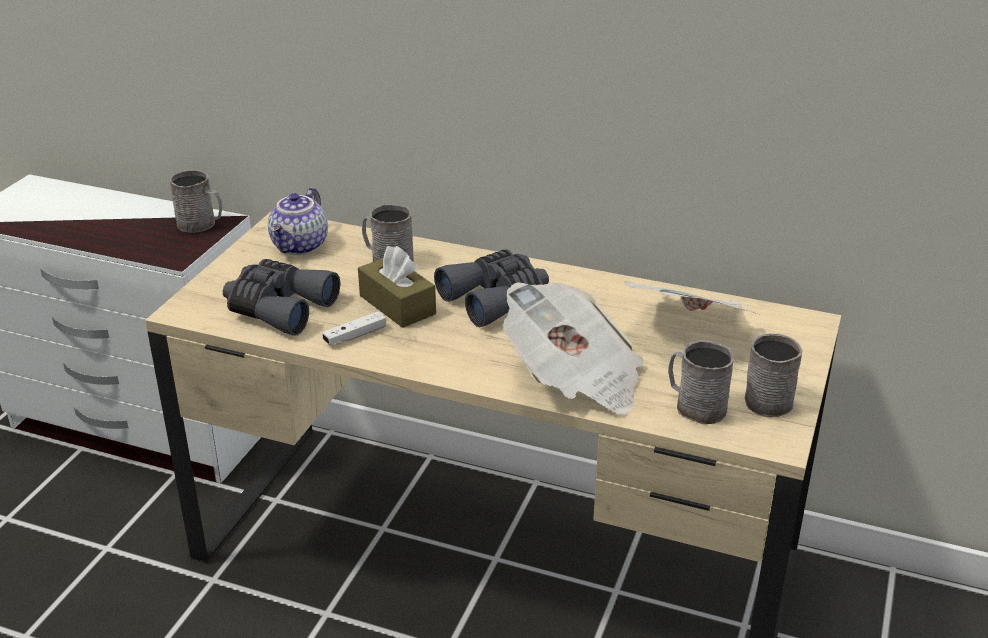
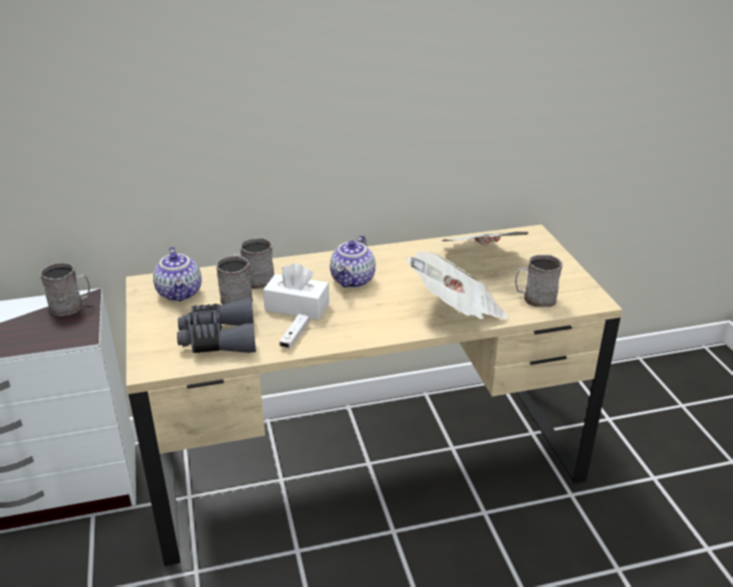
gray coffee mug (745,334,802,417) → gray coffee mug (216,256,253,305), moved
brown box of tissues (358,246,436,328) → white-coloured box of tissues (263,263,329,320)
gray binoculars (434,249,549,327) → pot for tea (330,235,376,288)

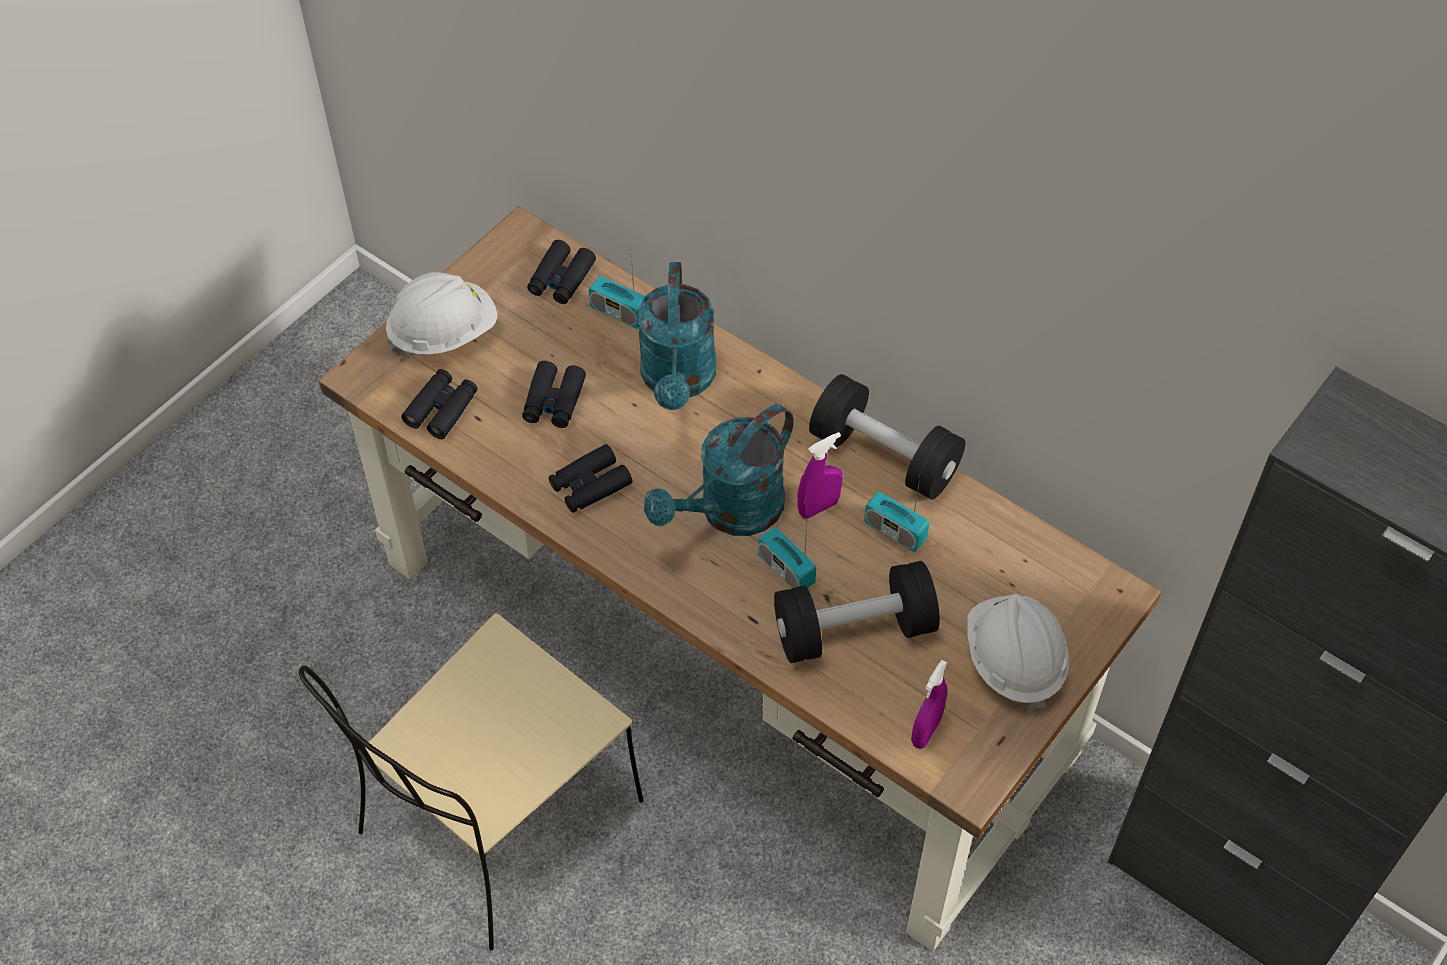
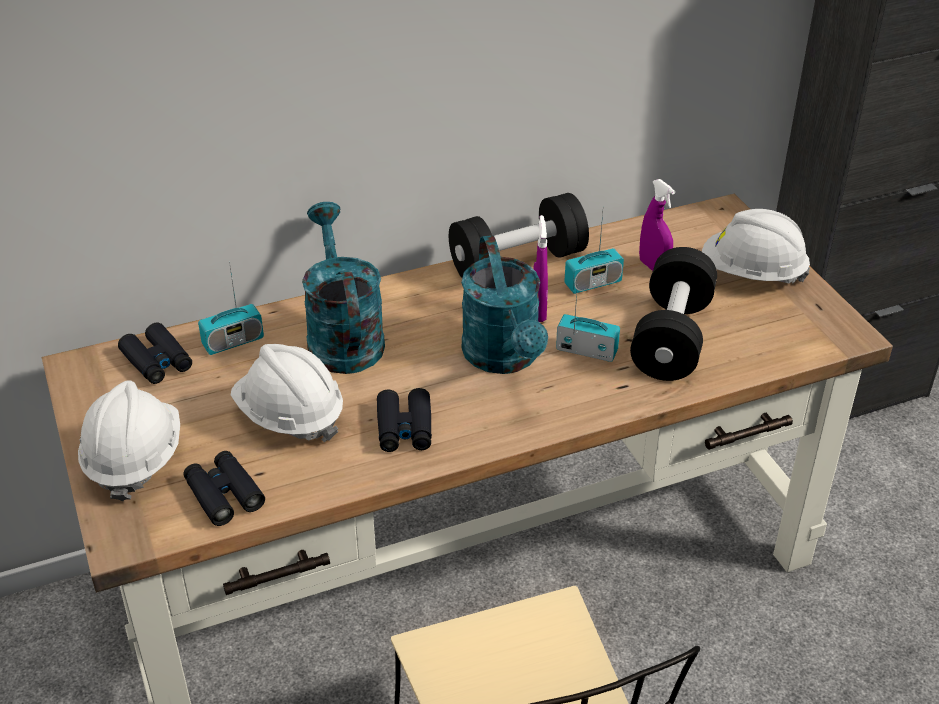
blackish binoculars (522,361,586,428) → white-coloured work helmet (231,344,343,442)
turquoise-coloured sprinkling can (637,262,716,410) → turquoise-coloured sprinkling can (302,202,385,374), 135 degrees counterclockwise
radio set (758,526,816,588) → radio set (556,294,620,362), 150 degrees counterclockwise
purplish sprayer (911,660,948,749) → purplish sprayer (639,179,675,271), moved

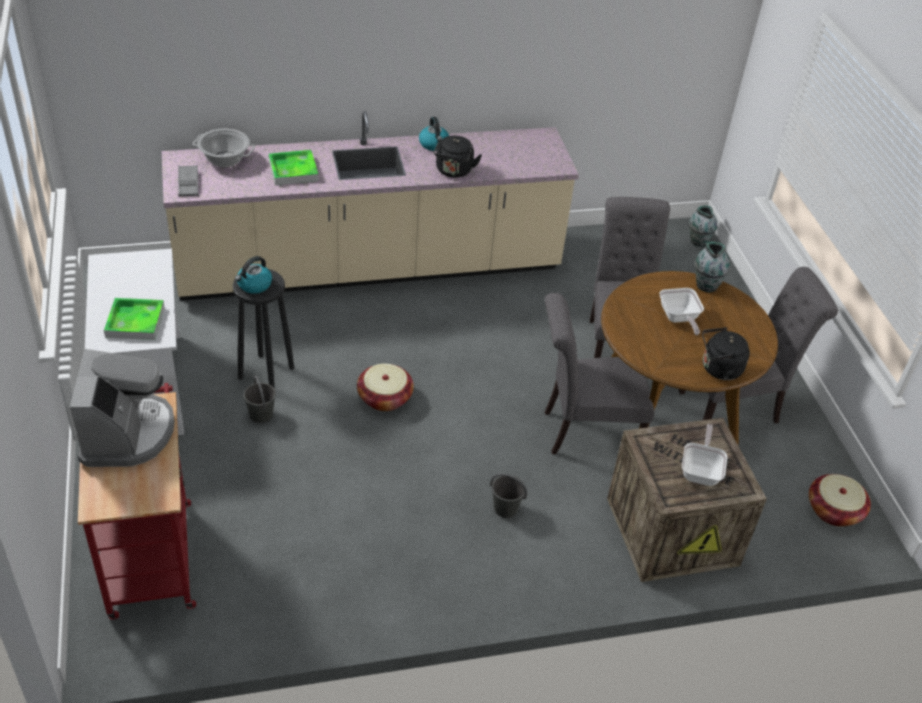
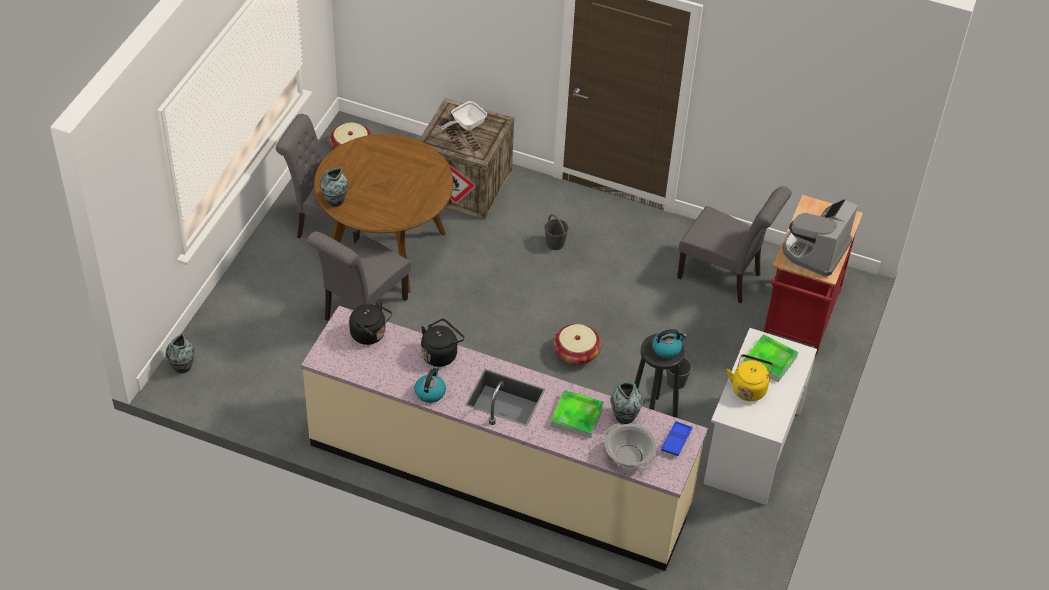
blackish water kettle (702,327,750,380) → blackish water kettle (349,303,392,345), moved
- → vase (610,381,643,424)
gray tray (178,165,199,196) → bluish tray (661,421,692,456)
gray chair (545,293,655,454) → gray chair (677,186,792,303), moved
- → yellow water kettle (727,354,774,401)
skillet (659,288,704,335) → -

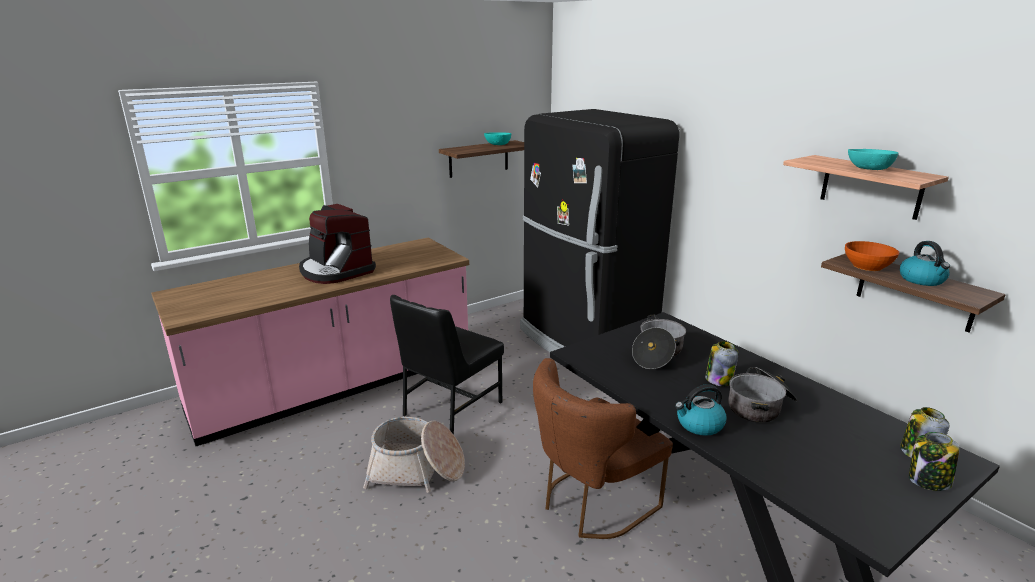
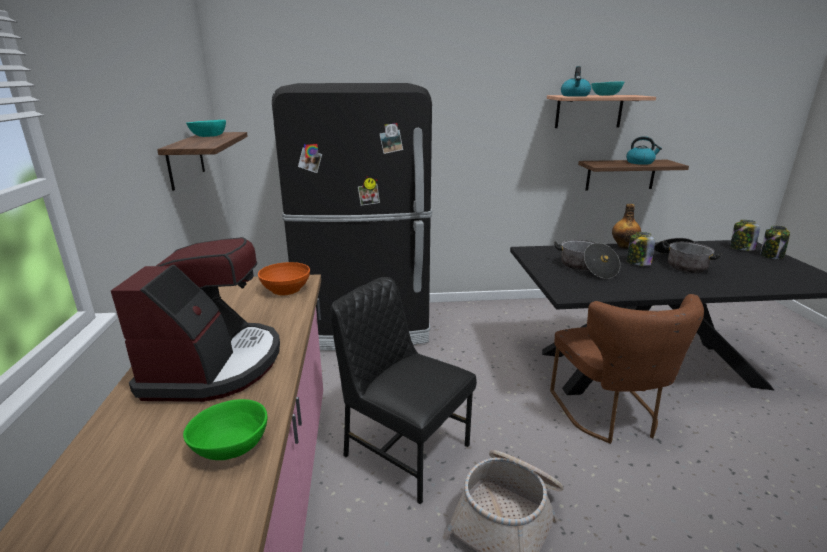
coffee maker (299,204,376,284) → coffee maker (111,237,280,402), 75 degrees counterclockwise
- → greenish bowl (183,399,267,460)
orange-coloured bowl (845,241,899,271) → orange-coloured bowl (258,262,310,295), moved
blackish chair (390,295,504,435) → blackish chair (330,277,477,505), 150 degrees clockwise
water kettle (675,384,727,436) → water kettle (561,66,591,97), moved
- → bottle (612,204,641,249)

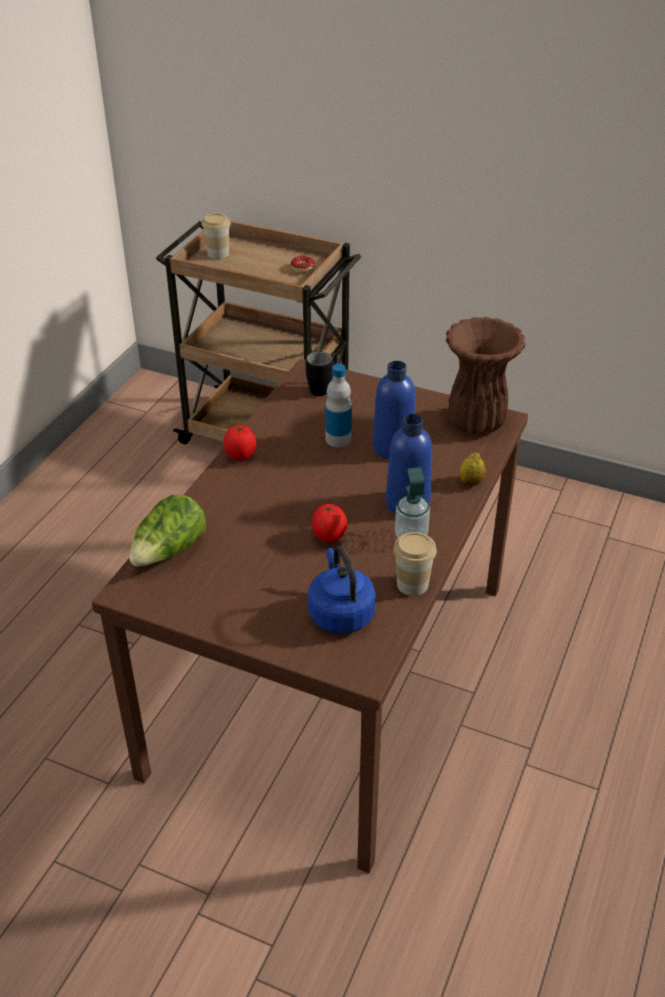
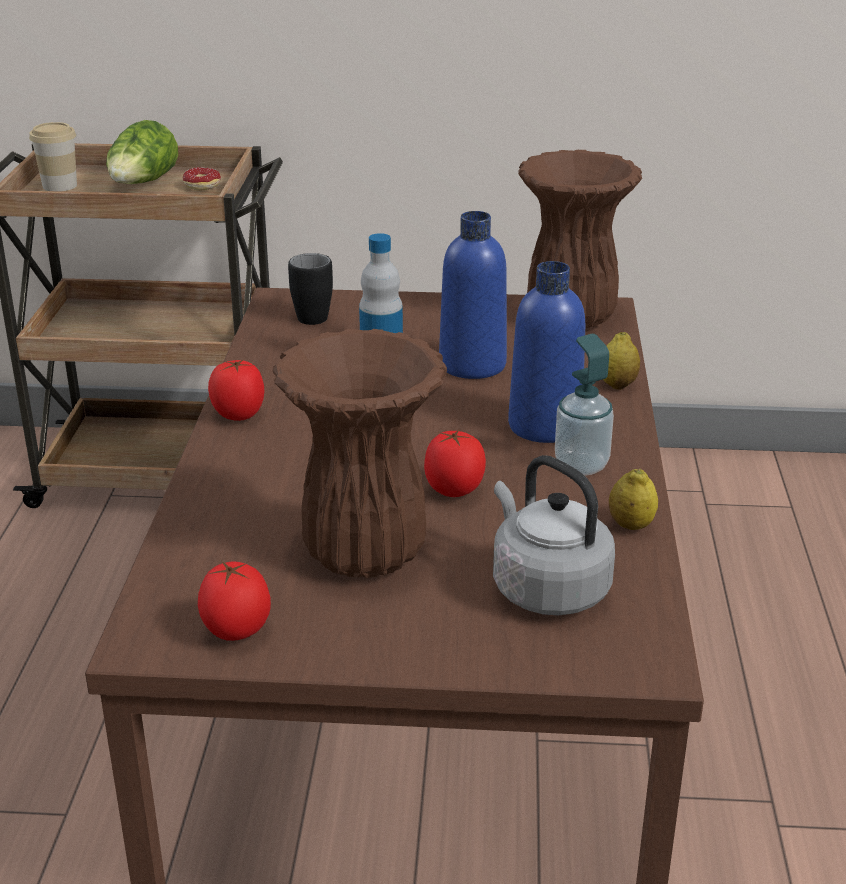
head of lettuce (129,495,206,567) → head of lettuce (106,120,178,184), moved
- → fresh tomato (198,561,271,641)
- → brown vase (273,329,447,578)
bluish water kettle (308,546,376,634) → gray water kettle (493,455,615,615)
cup (393,532,437,596) → whole lemon (609,469,658,530)

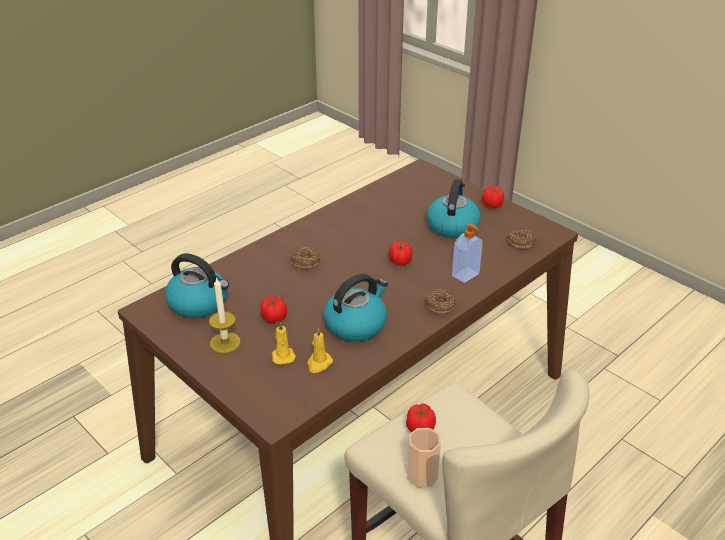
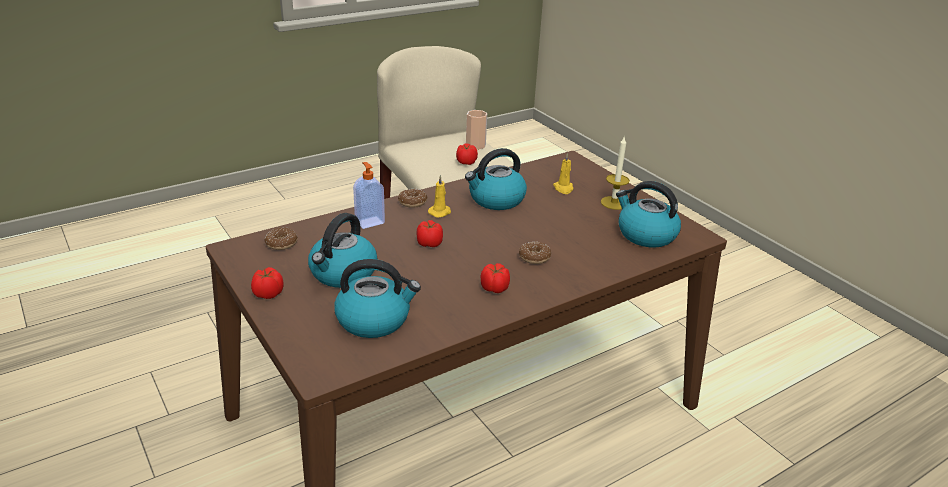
- → water kettle (334,259,421,338)
yellow candle (307,328,333,373) → yellow candle (428,175,451,218), moved
fresh tomato (260,296,287,323) → fresh tomato (481,263,510,293), moved

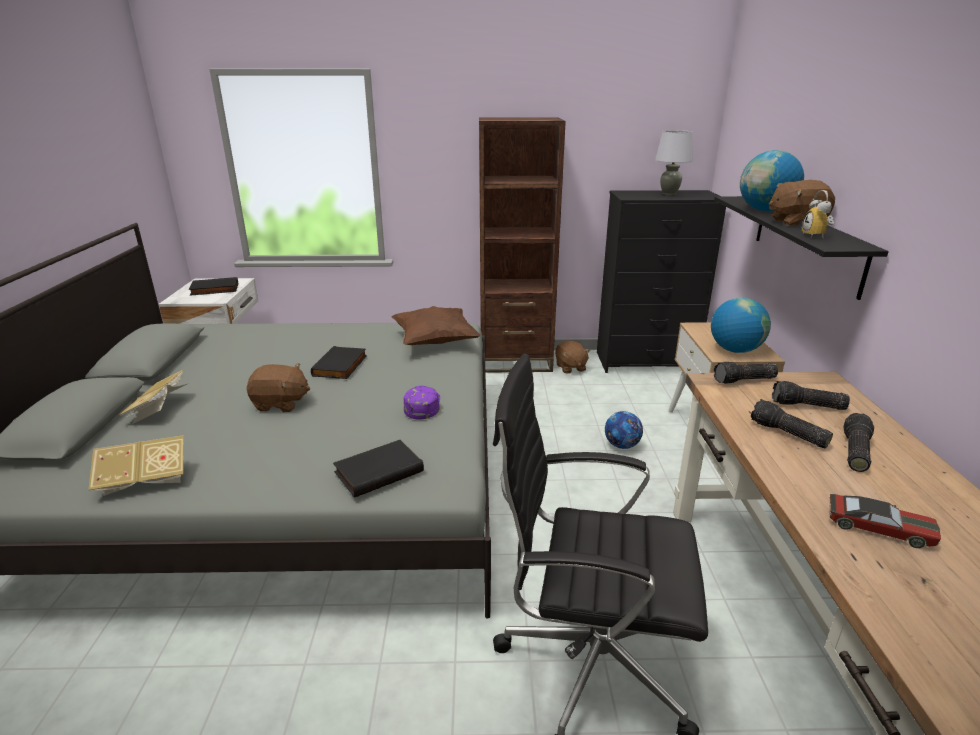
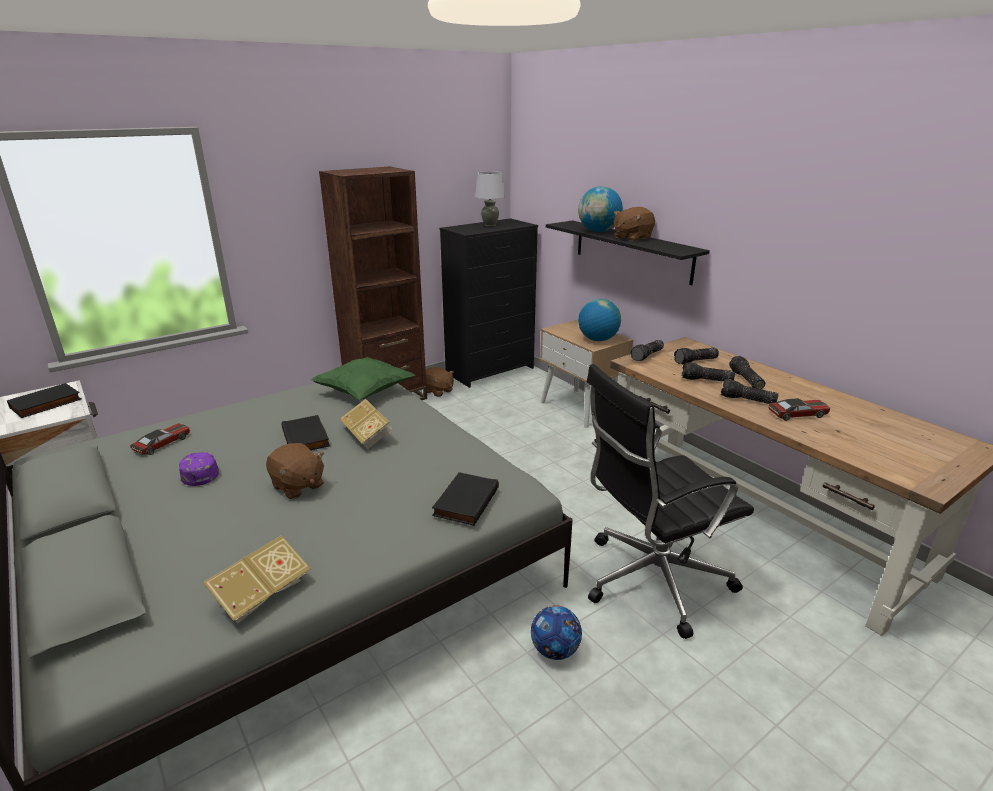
- → model car (130,423,190,455)
purplish cap (404,385,440,419) → purplish cap (179,452,219,486), moved
brown plush toy (247,363,310,412) → brown plush toy (266,443,324,499), 75 degrees clockwise
brown throw pillow (391,306,481,345) → greenish throw pillow (311,357,415,400)
volume (118,369,189,424) → volume (340,399,393,450), moved
football ball (605,411,643,449) → football ball (531,605,582,660), moved
- → hand torch (720,379,779,404)
bedside clock (802,190,834,238) → -

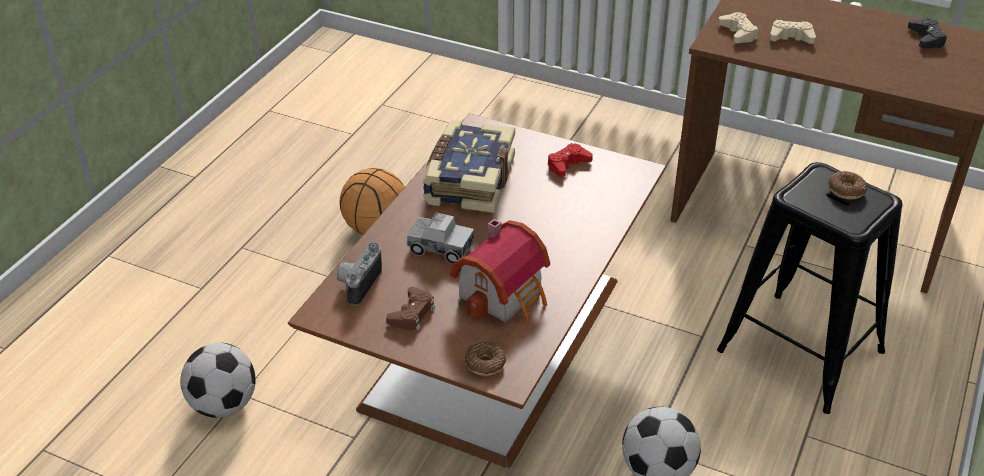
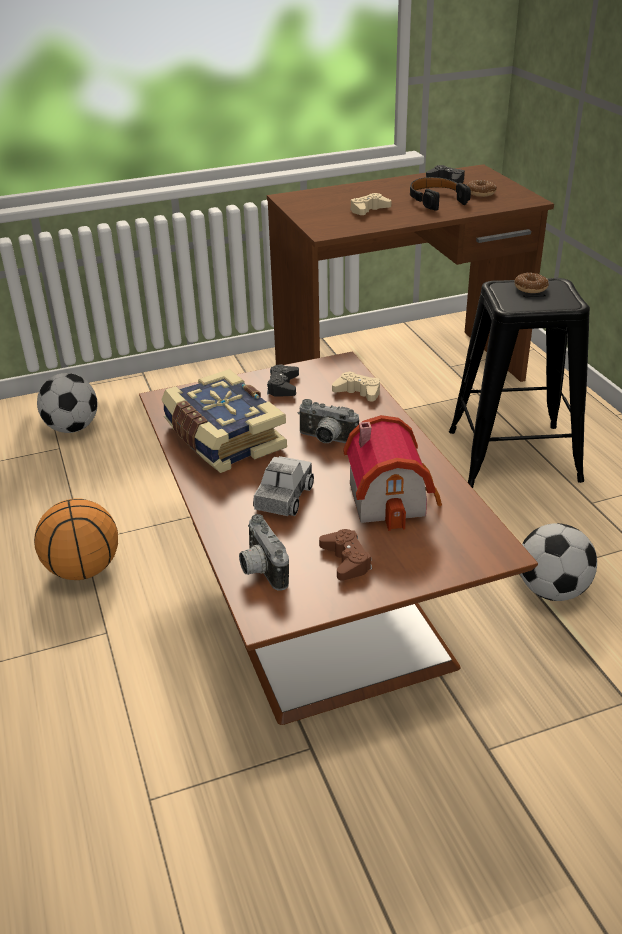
football ball (181,343,256,418) → football ball (37,373,98,433), moved
toy lorry (407,212,474,264) → toy lorry (253,456,314,516), 45 degrees counterclockwise
red game controller (548,143,593,177) → blackish game controller (267,365,299,397)
- → photo camera (298,399,359,443)
beige game controller (718,12,758,43) → beige game controller (332,371,380,402), moved
- → blackish headset (410,177,471,211)
donut (465,342,506,376) → donut (467,180,497,197), moved

